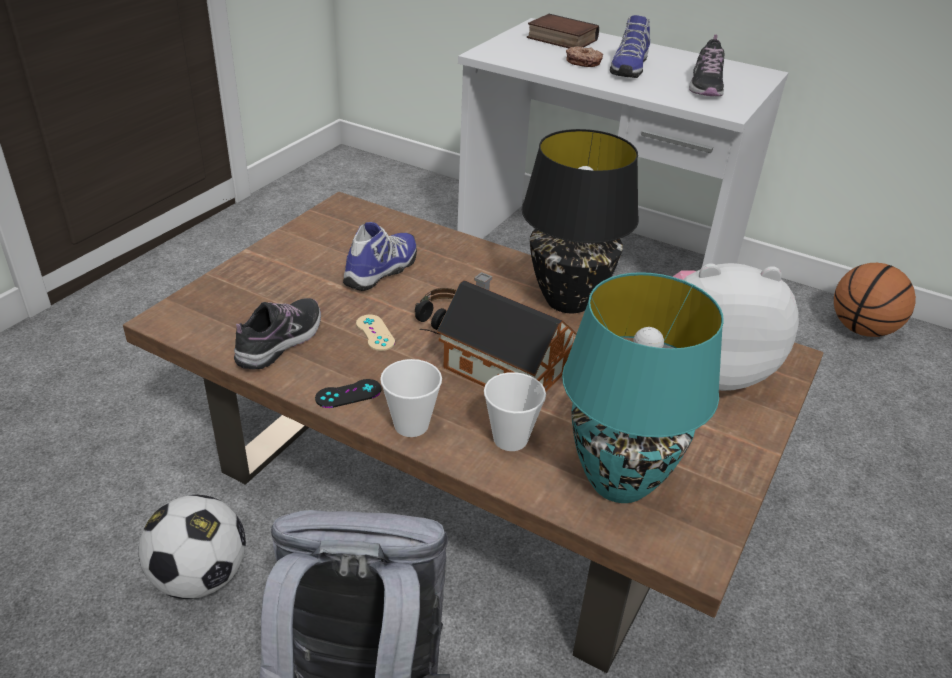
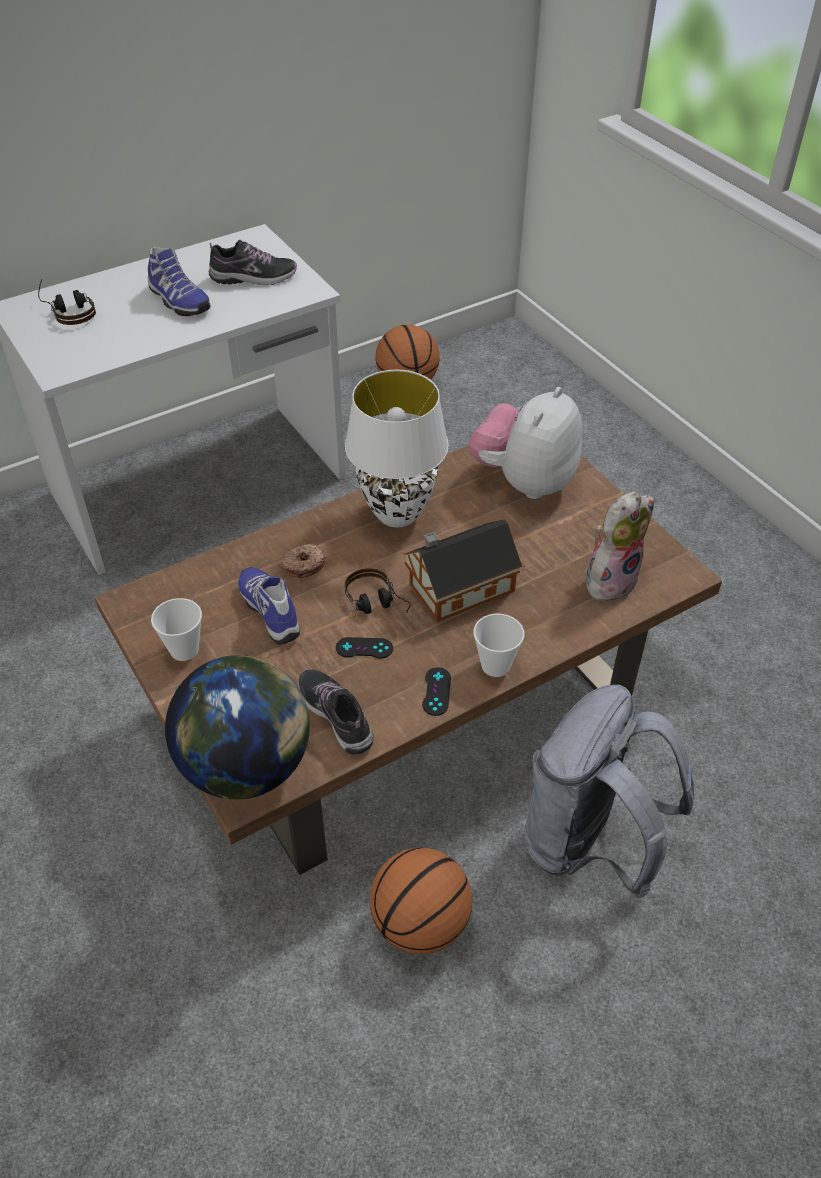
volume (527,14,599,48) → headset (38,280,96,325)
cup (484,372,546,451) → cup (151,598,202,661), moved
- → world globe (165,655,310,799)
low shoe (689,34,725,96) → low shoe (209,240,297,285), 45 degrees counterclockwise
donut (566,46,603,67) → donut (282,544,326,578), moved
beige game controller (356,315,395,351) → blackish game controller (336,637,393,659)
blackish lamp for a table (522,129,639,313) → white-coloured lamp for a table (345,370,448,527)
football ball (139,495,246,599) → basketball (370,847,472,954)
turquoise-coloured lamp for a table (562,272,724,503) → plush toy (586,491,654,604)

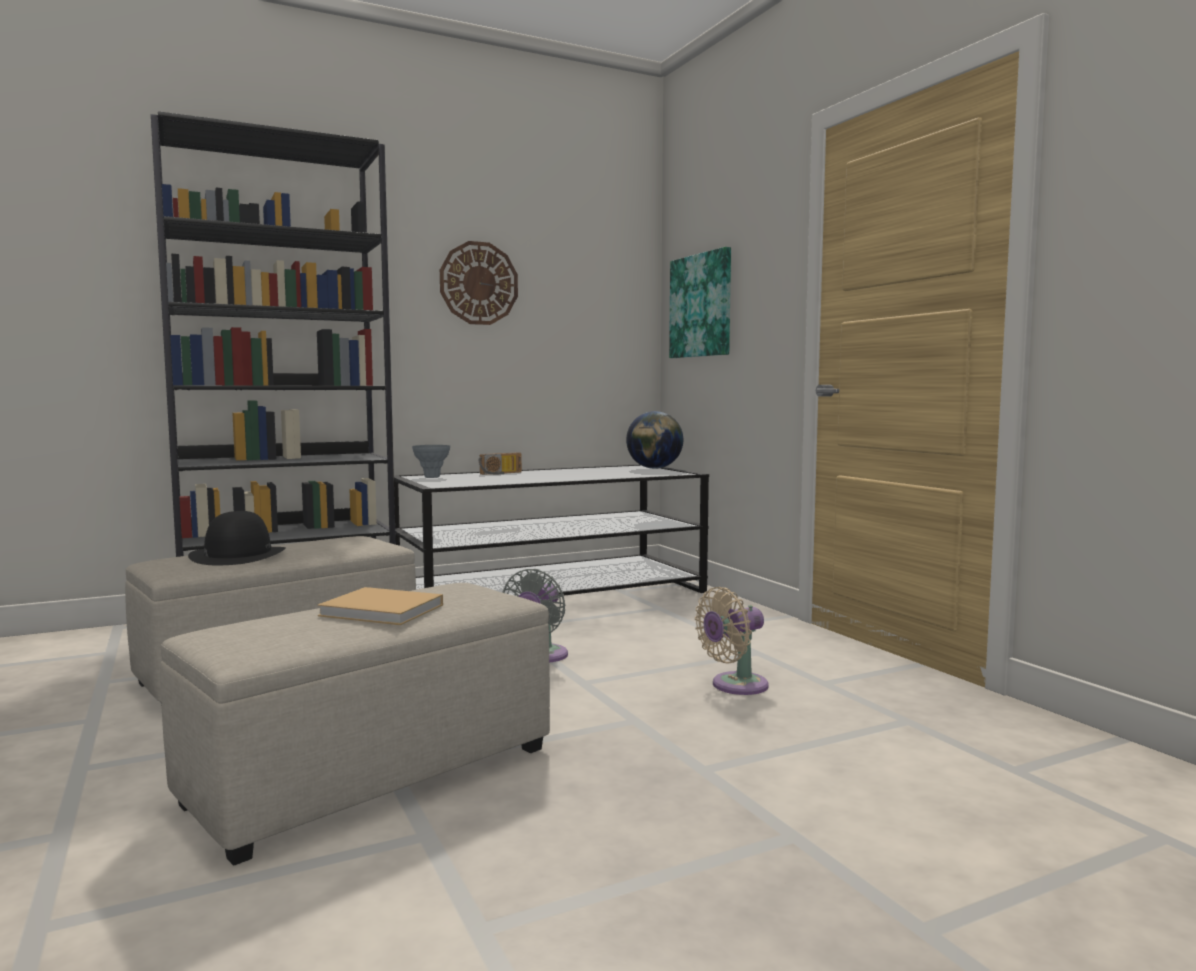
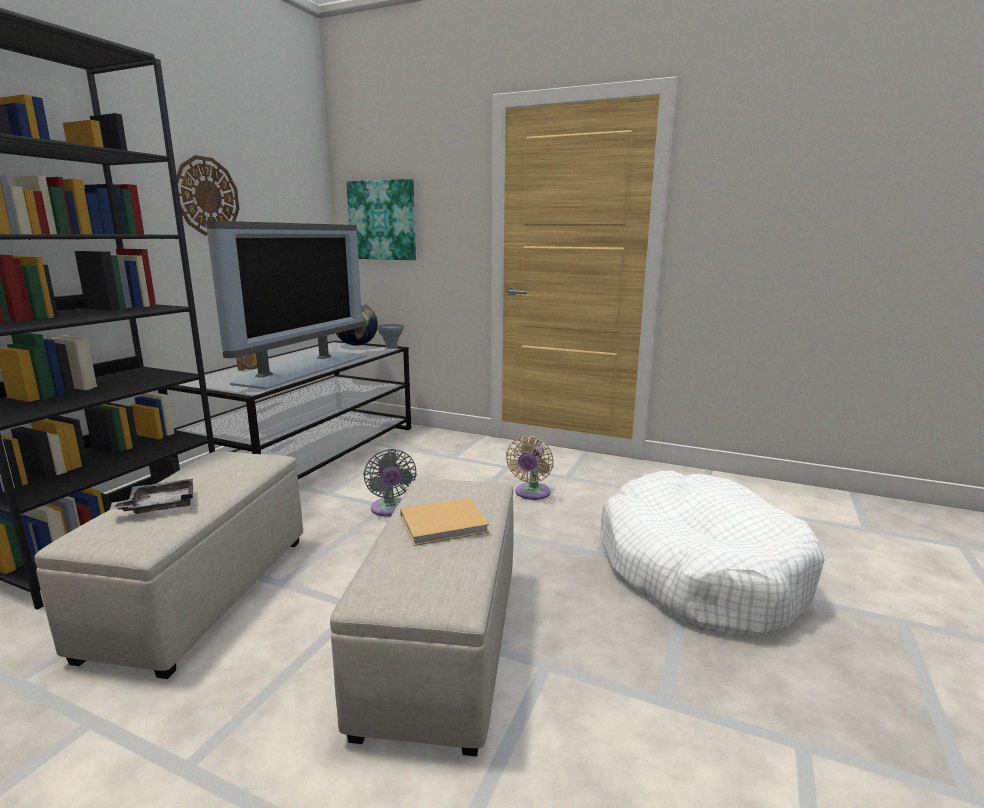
blackish hat (188,511,286,565) → gray tray (109,479,193,514)
- → TV set (206,221,367,389)
gray vase (412,445,450,478) → gray vase (377,324,404,349), moved
- → white-coloured dog cushion (601,471,824,637)

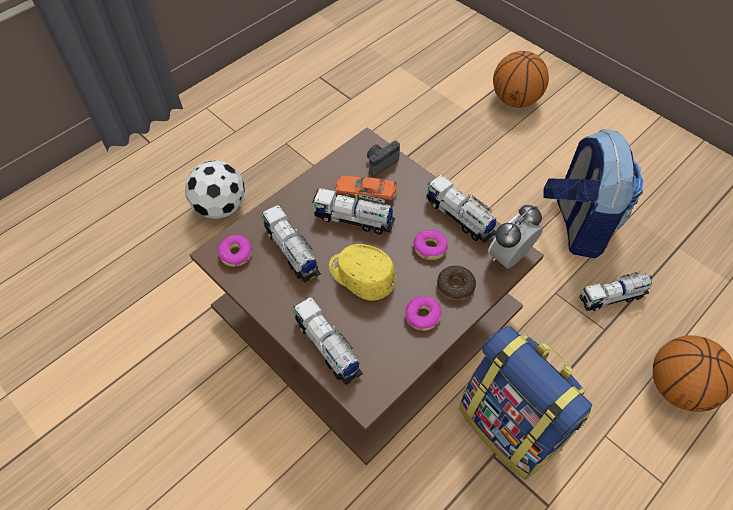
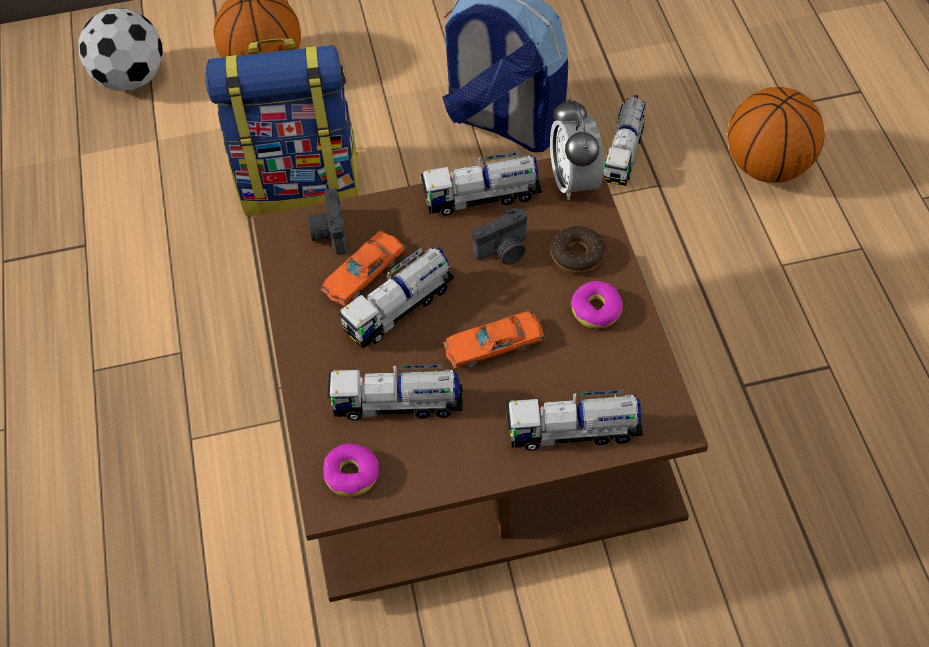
football ball (185,160,245,219) → football ball (78,8,163,90), moved
backpack (459,326,592,480) → backpack (205,38,359,216), moved
yellow cap (329,244,396,301) → orange-coloured model car (443,311,546,369)
donut (413,230,448,260) → photo camera (472,208,527,265)

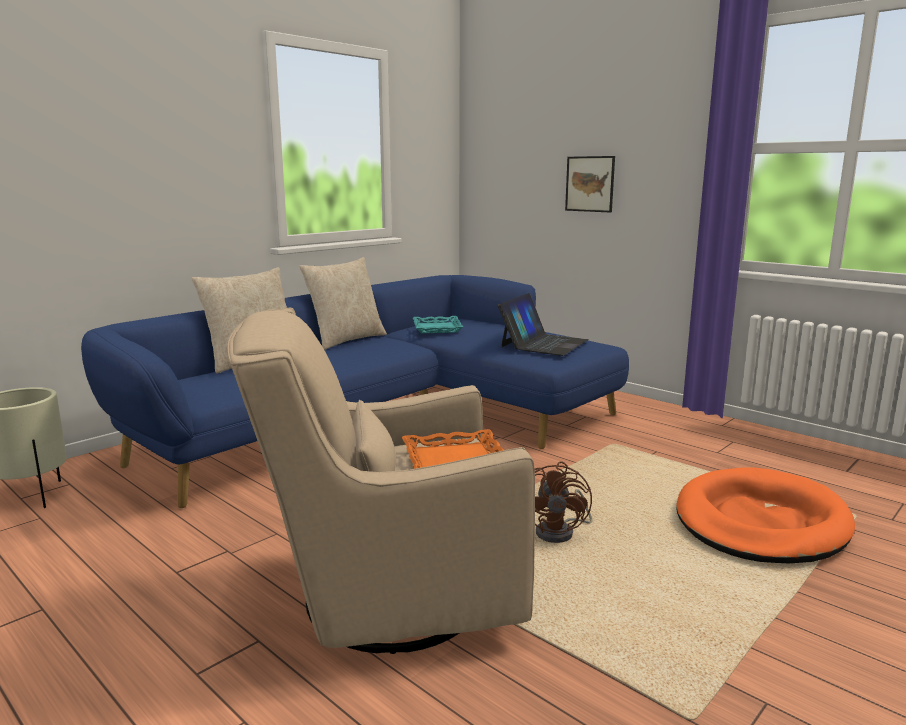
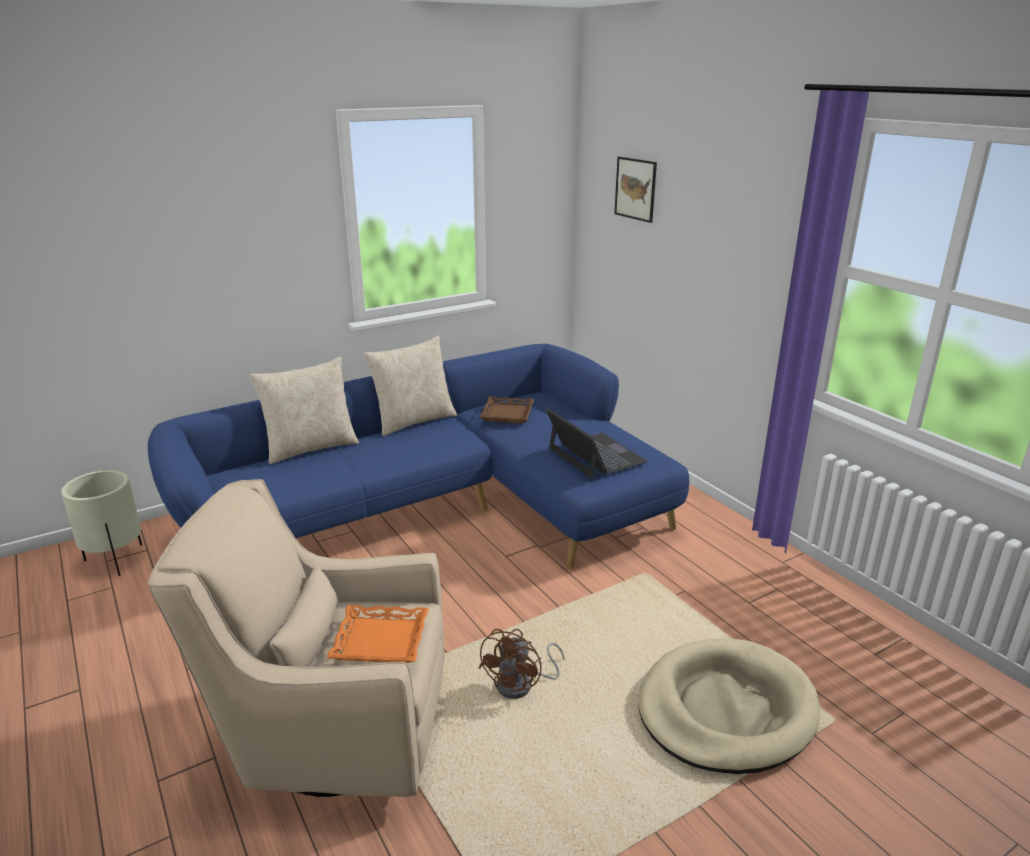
turquoise-coloured tray (413,316,463,333) → brown tray (480,396,534,424)
laptop (498,293,589,356) → laptop (546,409,648,478), 75 degrees counterclockwise
wall picture (565,156,615,213) → wall picture (614,157,657,223), moved
orange-coloured dog cushion (676,467,855,563) → beige dog cushion (638,638,820,774)

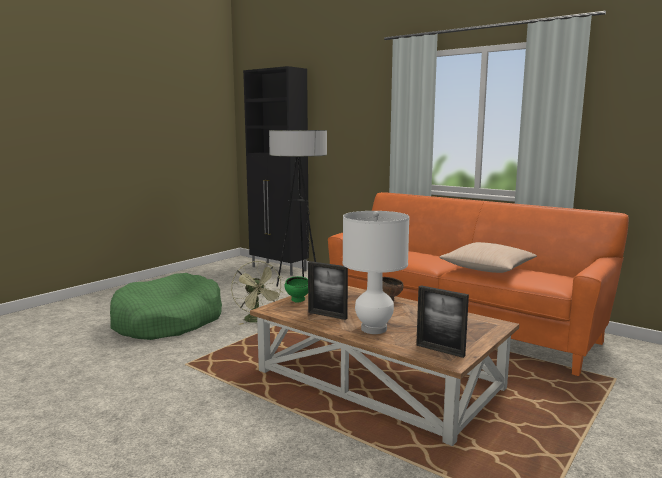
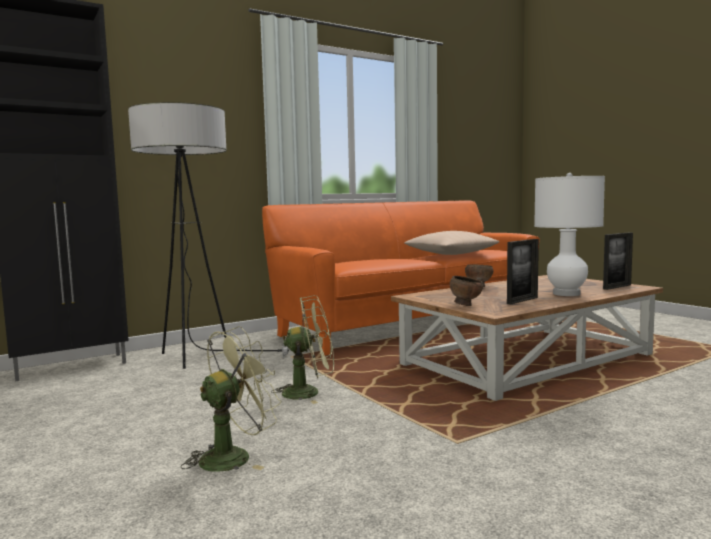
greenish dog cushion (110,273,222,340) → greenish fan (181,326,282,472)
greenish bowl (285,276,308,302) → brown bowl (450,276,483,306)

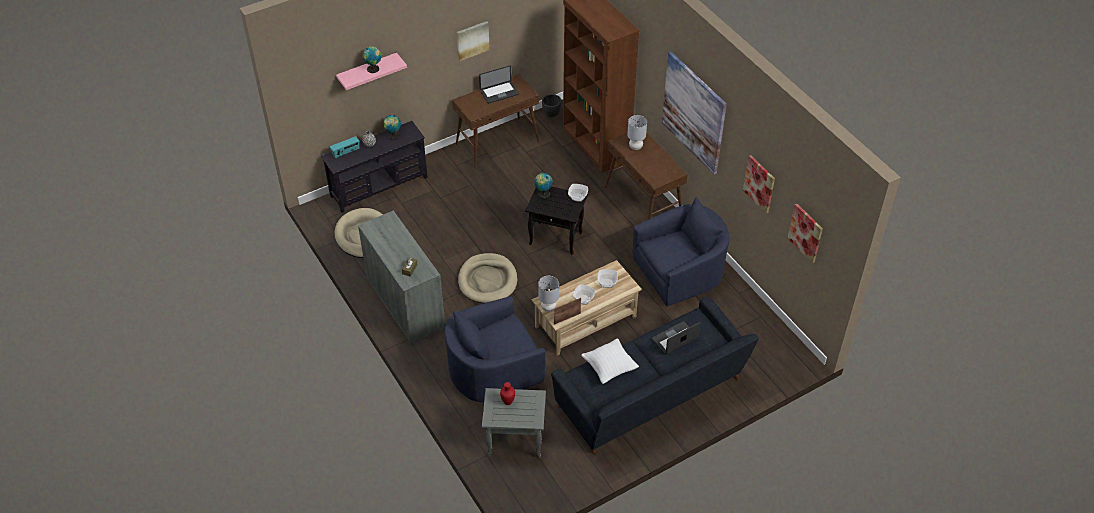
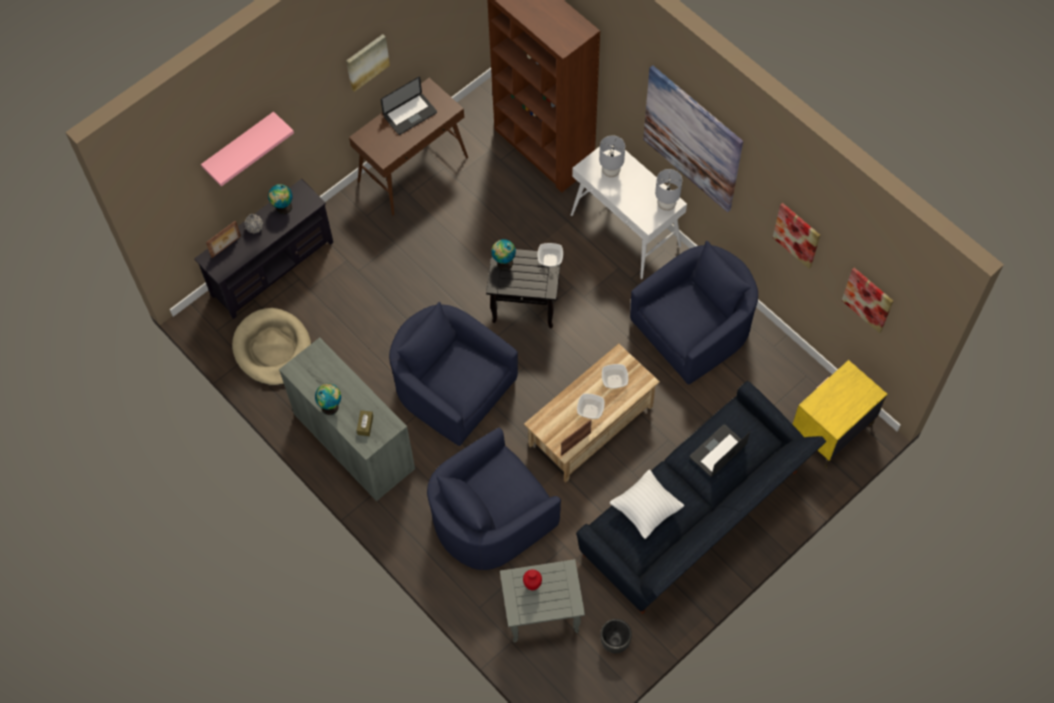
radio set (330,136,359,158) → picture frame (206,220,241,258)
world globe (363,46,382,73) → world globe (315,383,341,415), moved
beige dog cushion (458,253,517,303) → bluish armchair (389,302,518,446)
brown hall table (605,132,688,220) → white-coloured hall table (571,146,687,279)
blackish planter (542,94,561,117) → blackish planter (600,619,632,654), moved
gray lamp for a table (538,276,559,312) → gray lamp for a table (655,169,682,211), moved
- → yellow night table (793,360,887,468)

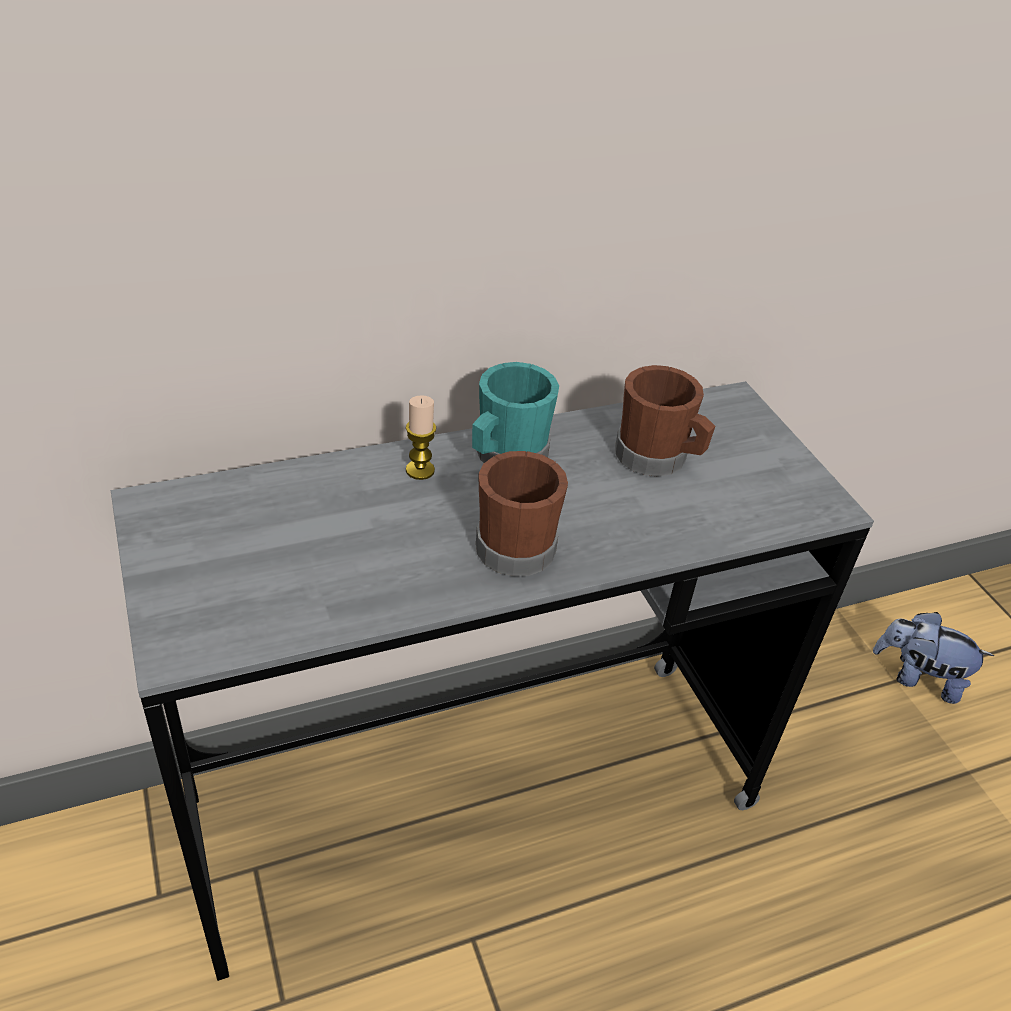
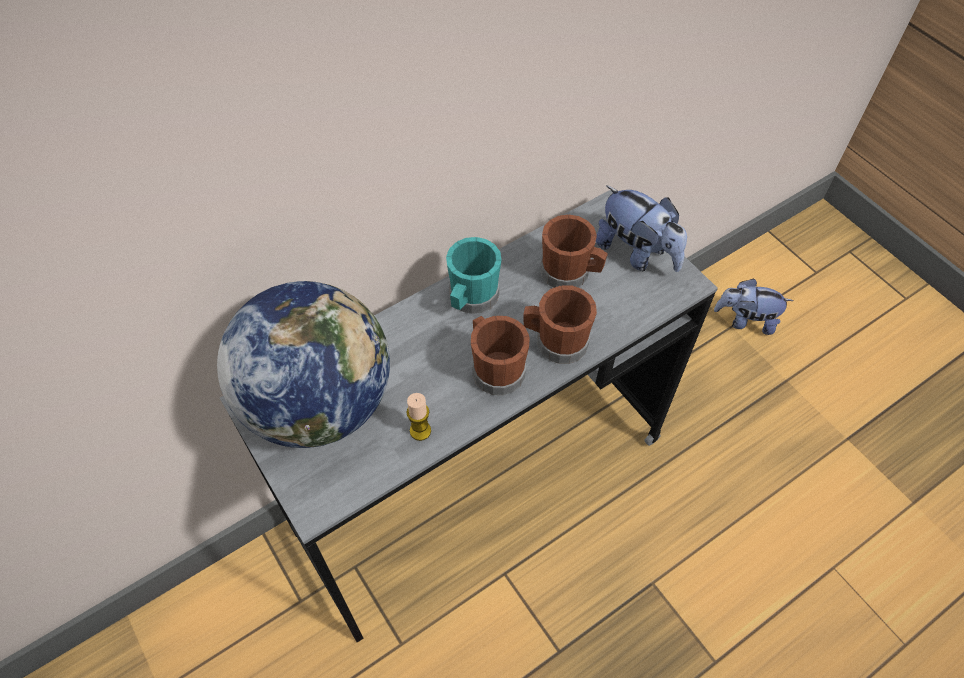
- → world globe (217,281,390,448)
candle (406,395,436,480) → candle (406,393,431,441), moved
- → brown coffee mug (523,285,597,364)
- → plush toy (596,185,687,272)

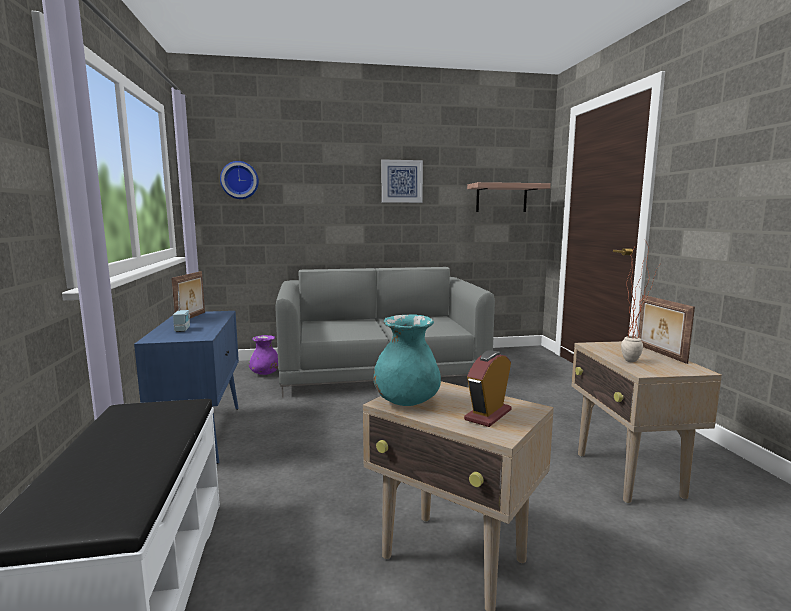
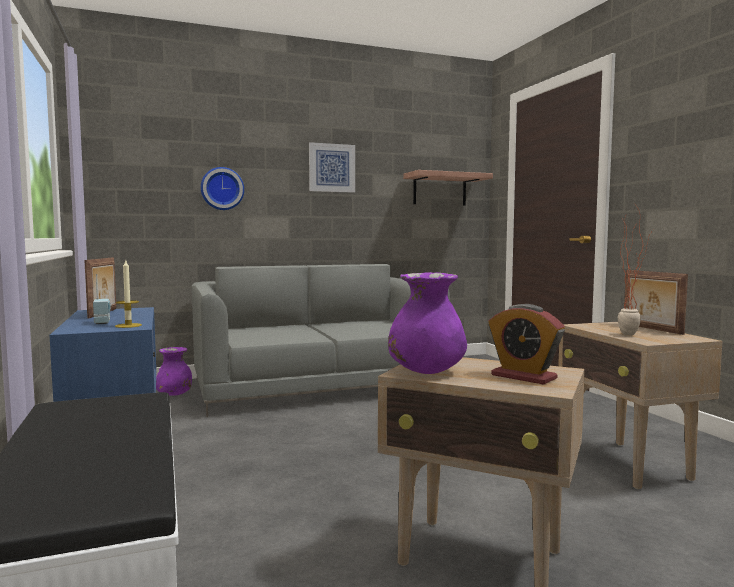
- → candle (115,260,142,328)
wall clock (220,161,259,199) → wall clock (201,167,244,210), moved
turquoise-coloured vase (373,314,441,406) → purplish vase (388,272,467,374)
bedside clock (464,350,512,427) → bedside clock (489,304,565,385), 75 degrees counterclockwise

